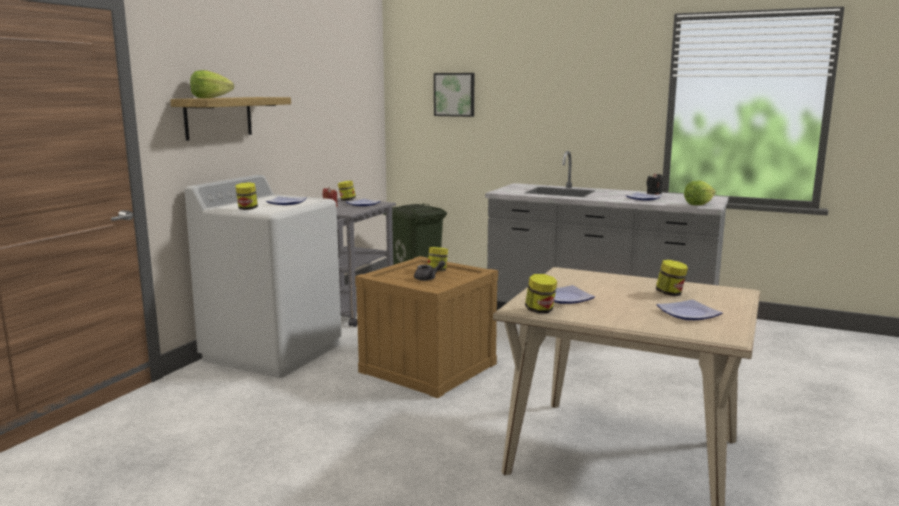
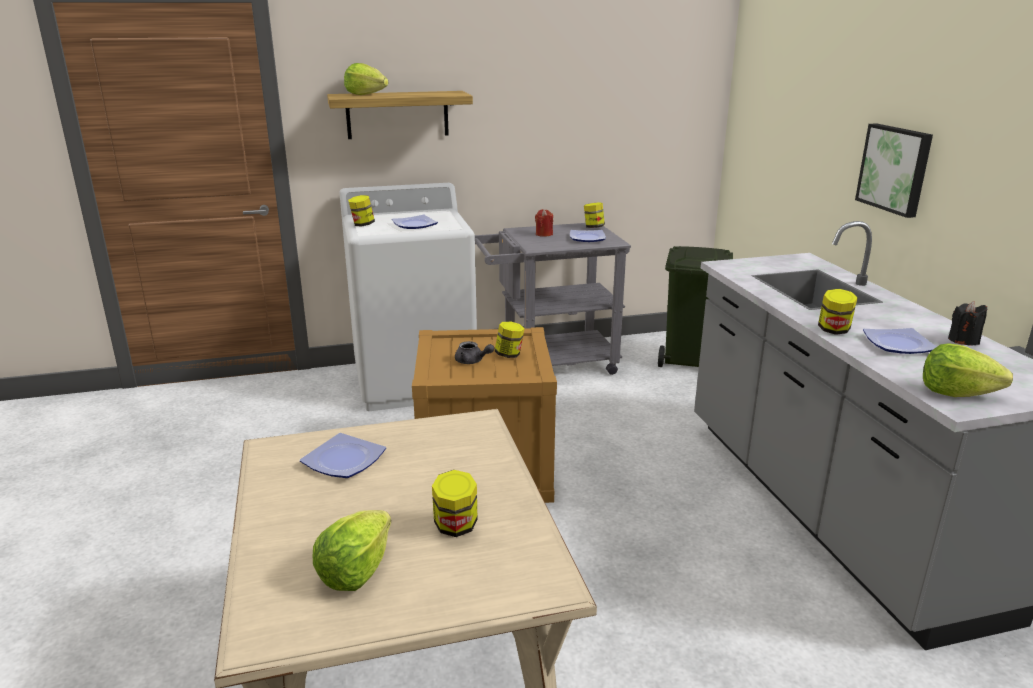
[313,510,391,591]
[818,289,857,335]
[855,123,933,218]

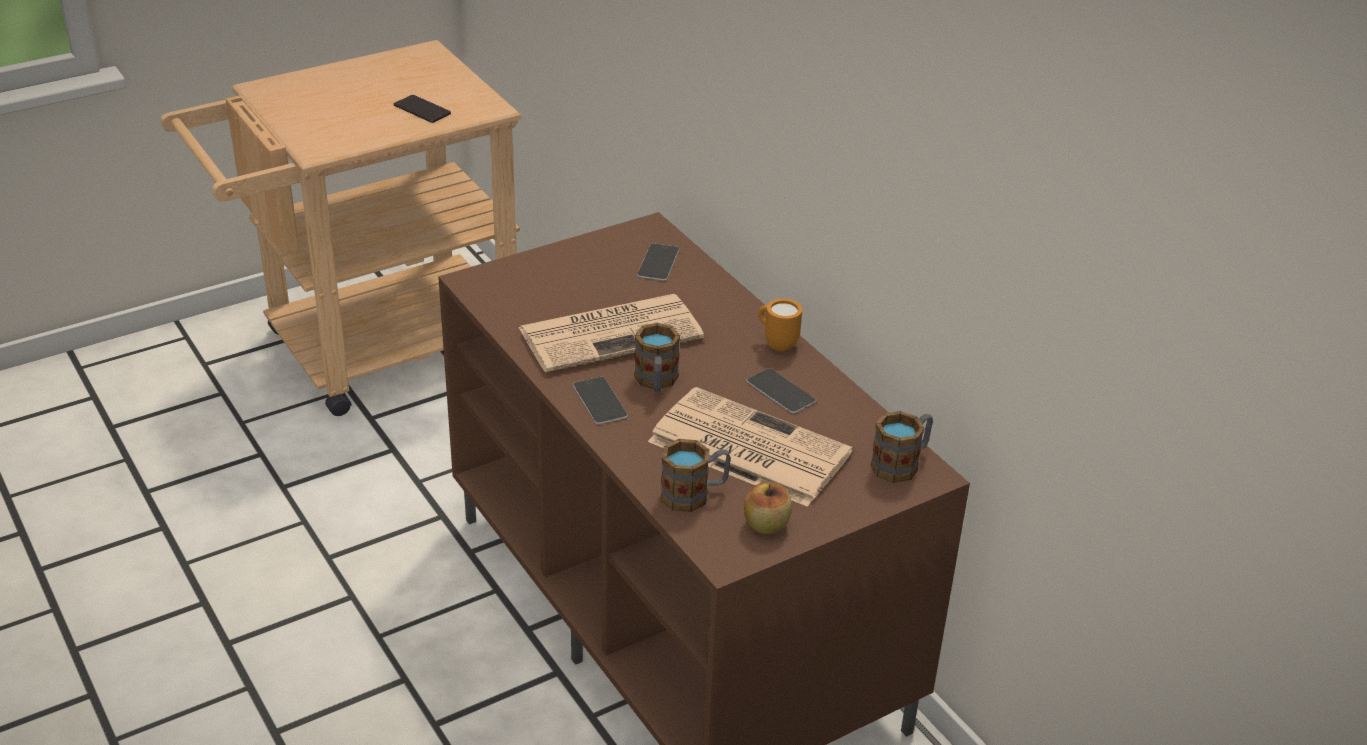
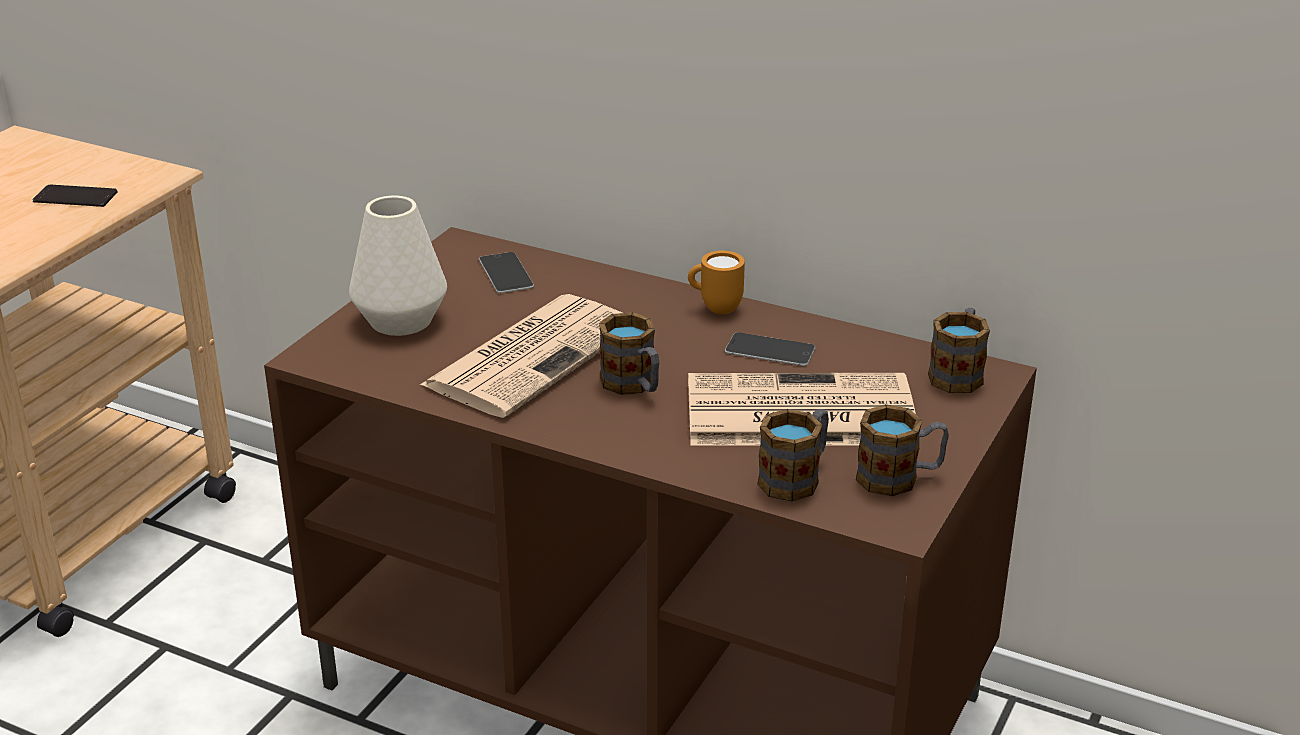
[349,195,447,336]
[856,404,949,496]
[573,377,628,424] (first image)

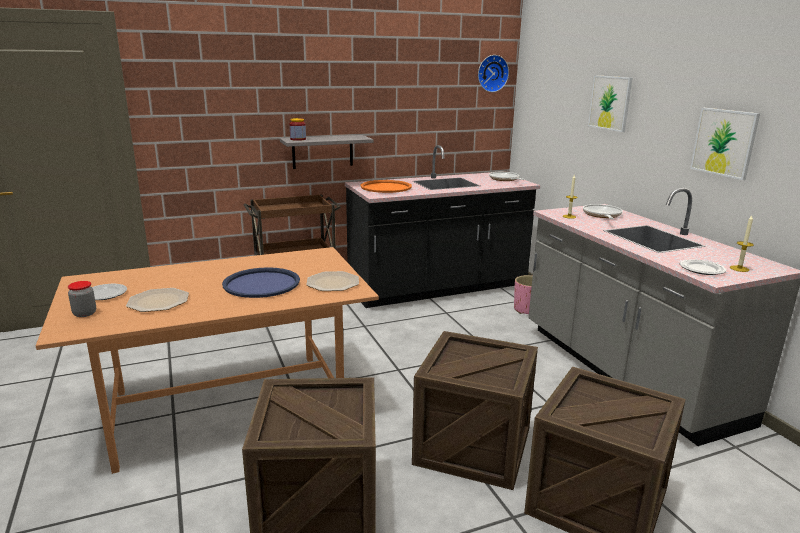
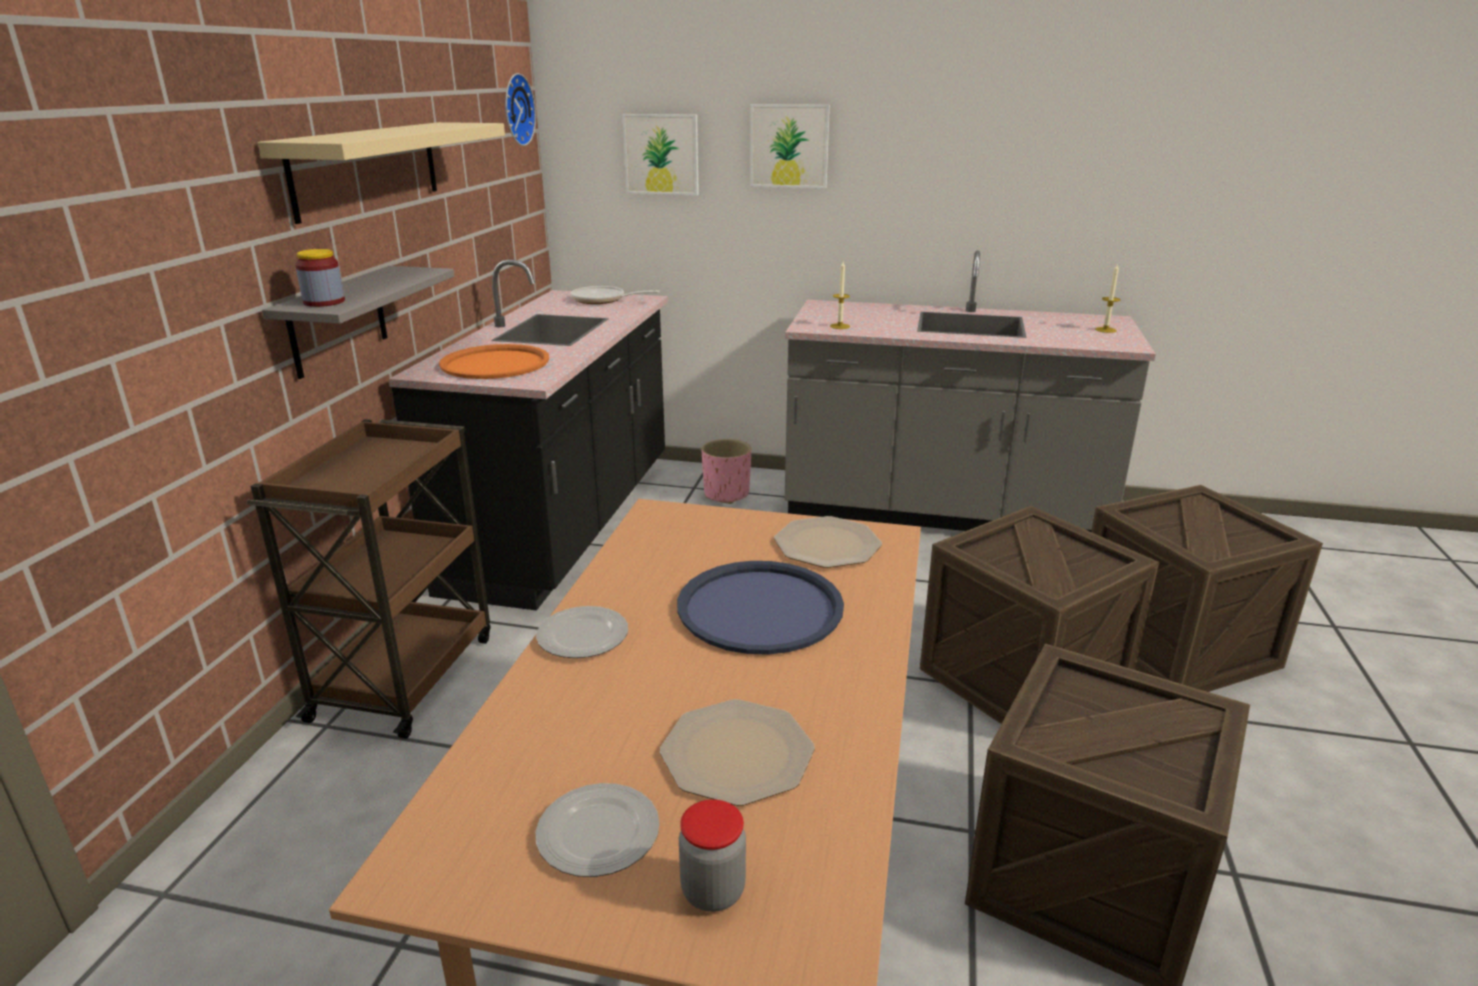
[258,122,505,224]
[536,606,628,658]
[622,114,699,195]
[583,204,623,219] (first image)

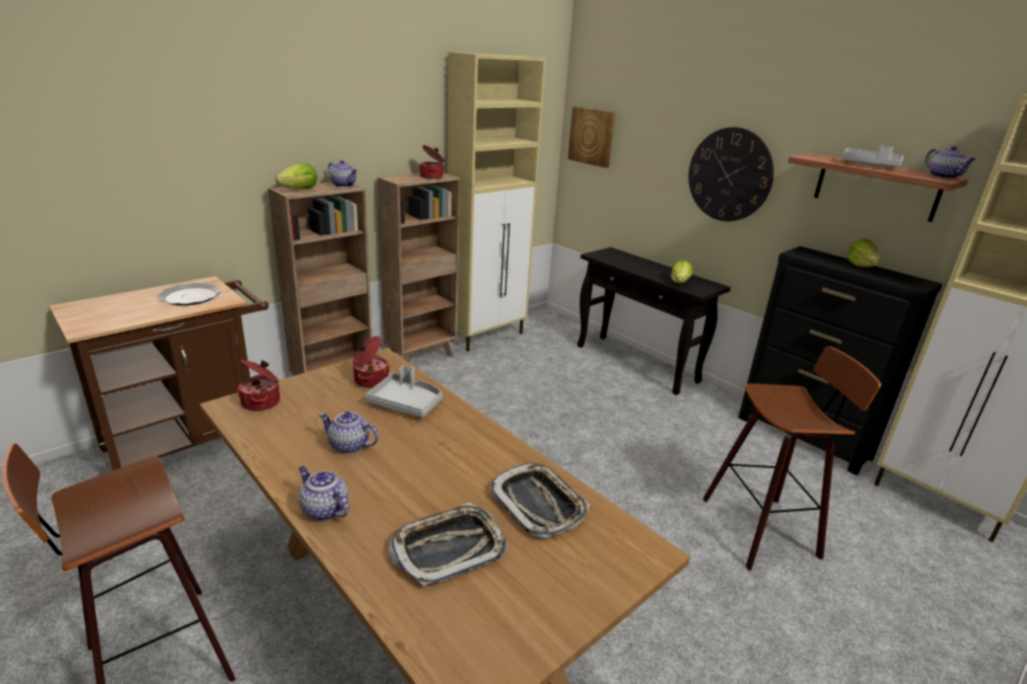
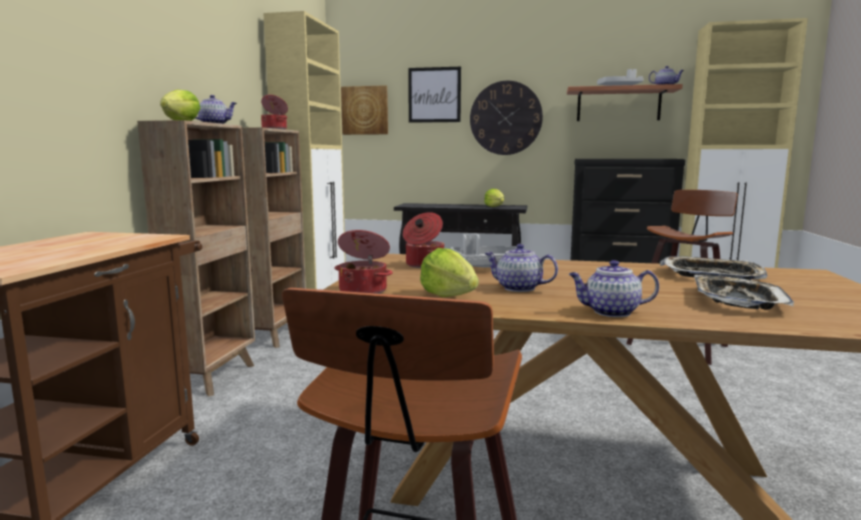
[408,67,461,123]
[420,248,479,297]
[484,244,558,292]
[157,283,221,306] (first image)

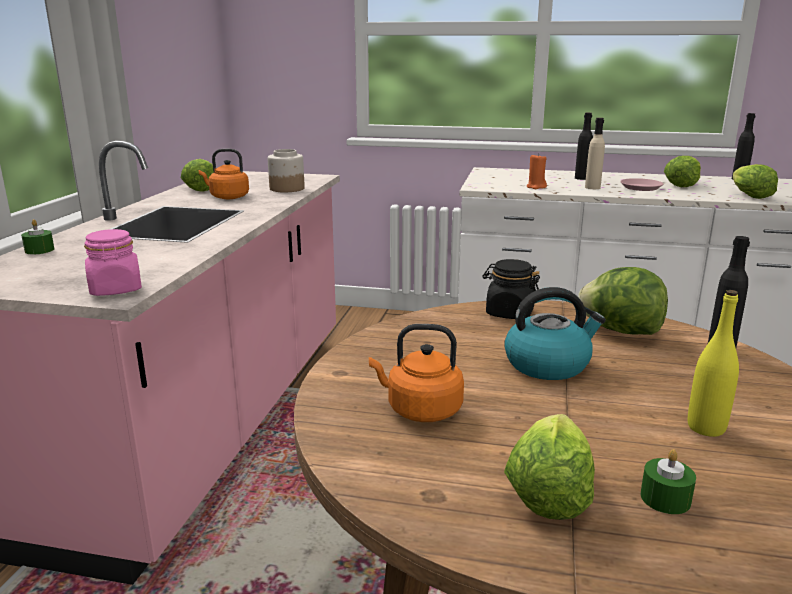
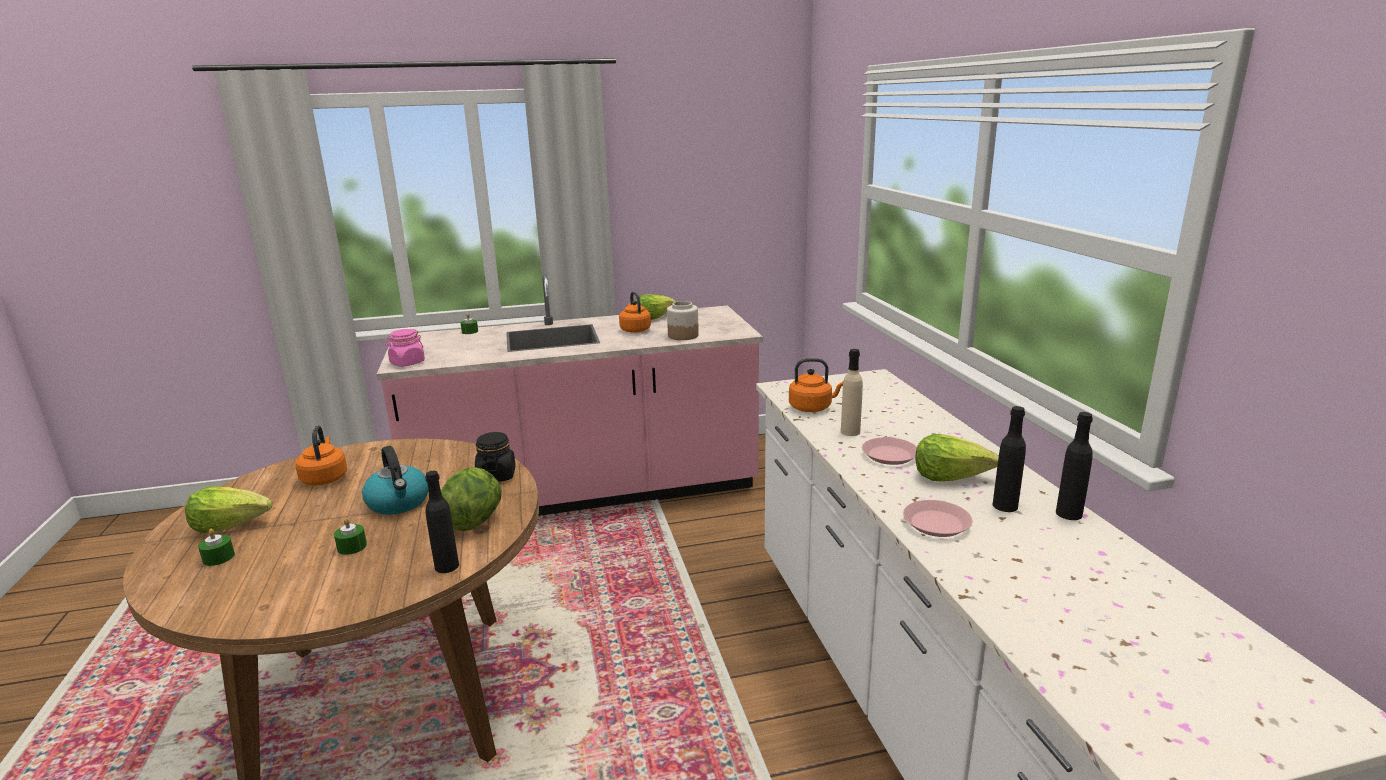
[334,518,367,555]
[789,358,843,412]
[903,500,972,537]
[993,406,1026,512]
[688,290,739,437] (first image)

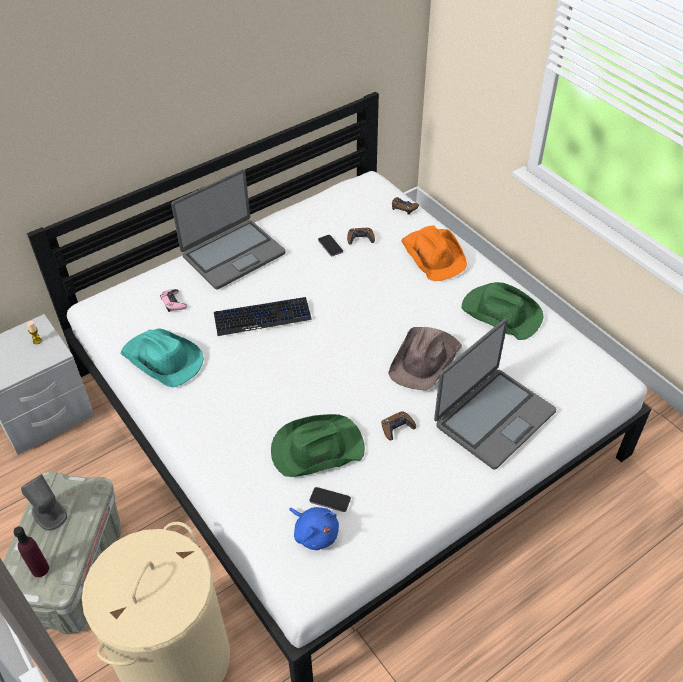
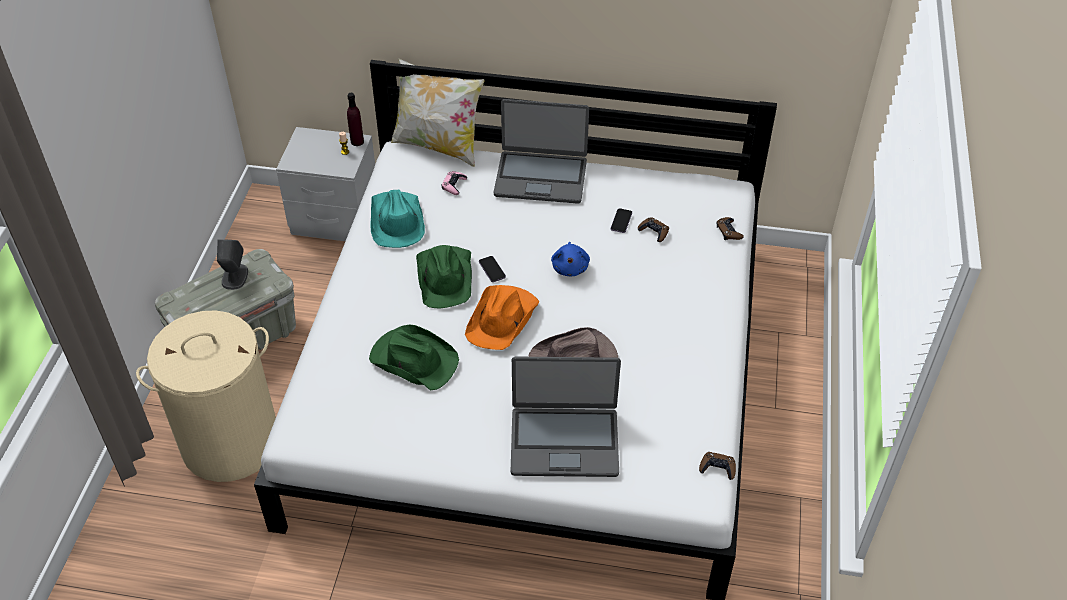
[347,93,364,146]
[391,58,485,167]
[416,245,472,308]
[465,285,539,350]
[479,256,506,282]
[551,242,590,276]
[699,452,736,480]
[214,297,312,336] (first image)

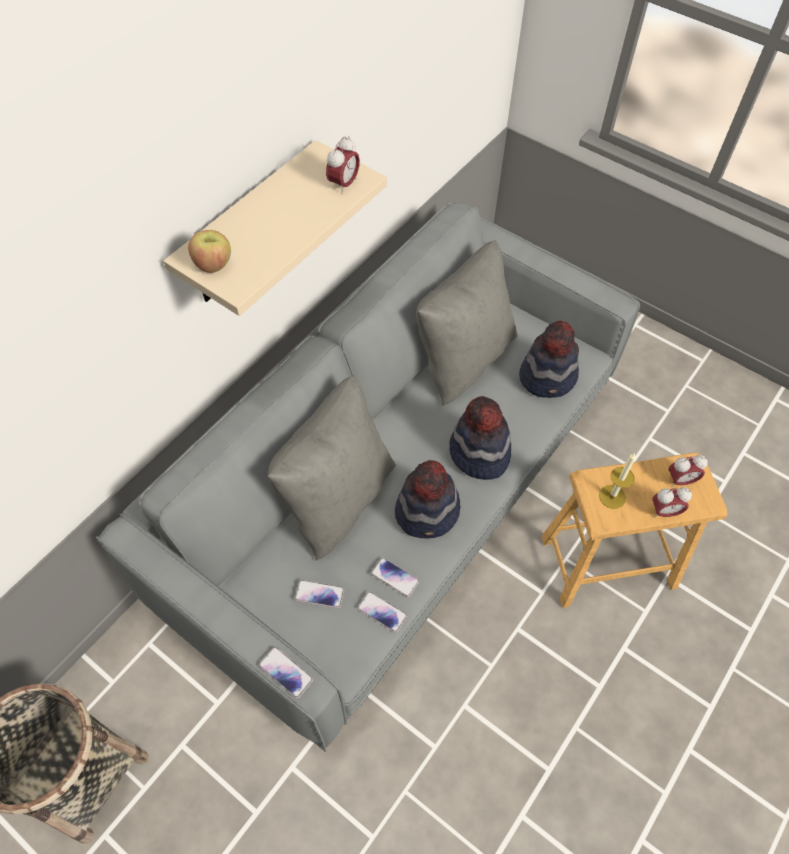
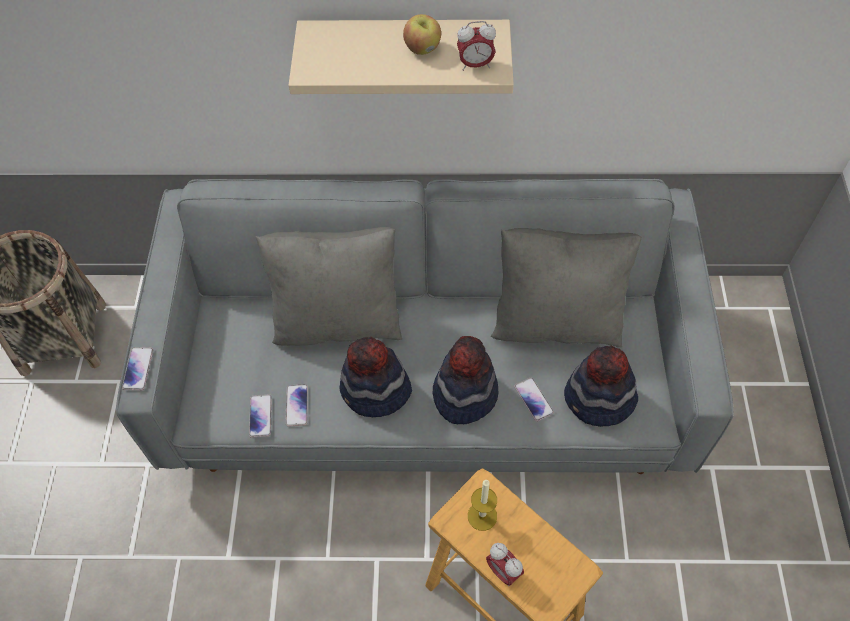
[403,14,441,55]
[514,378,554,422]
[669,455,708,487] (first image)

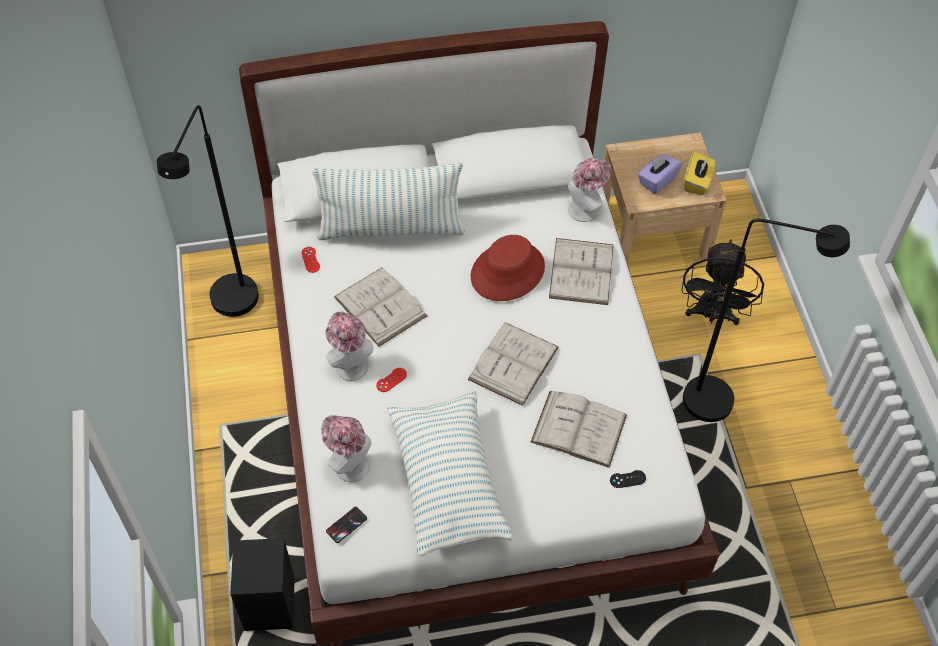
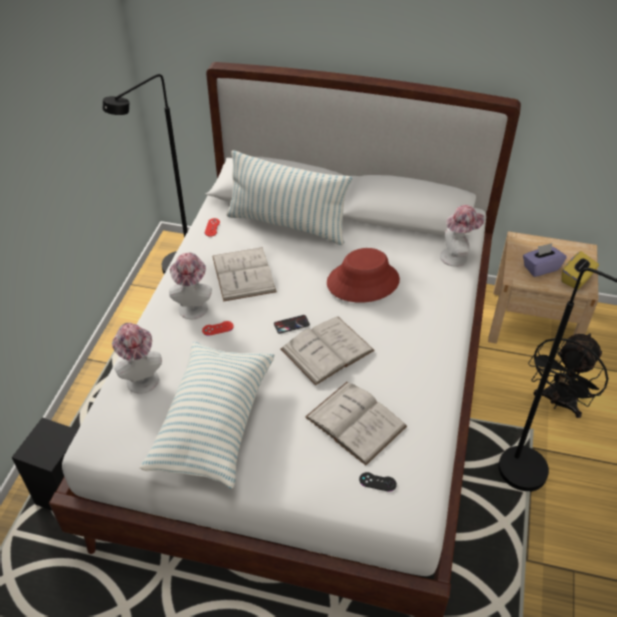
[274,315,310,334]
[549,238,614,305] (first image)

